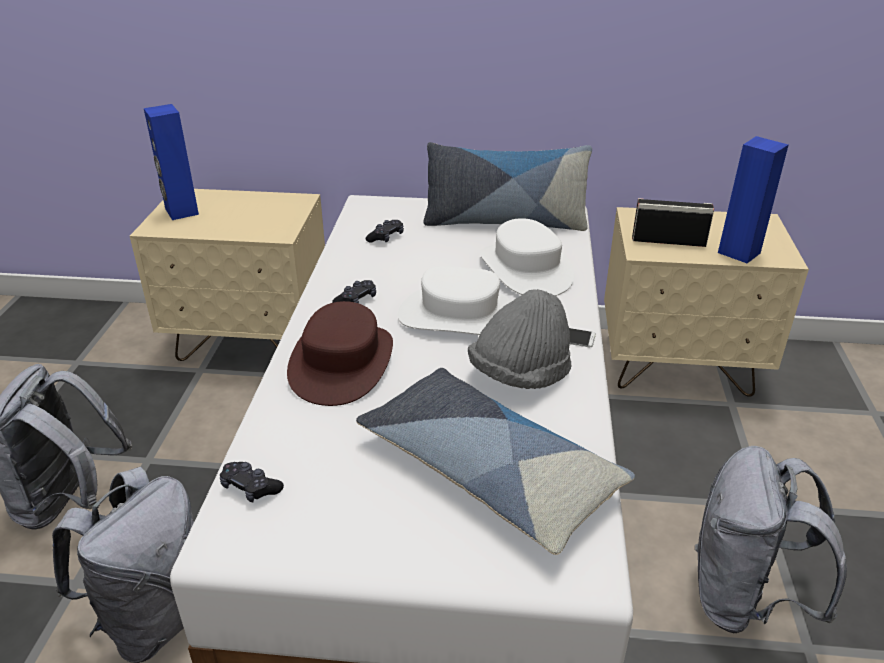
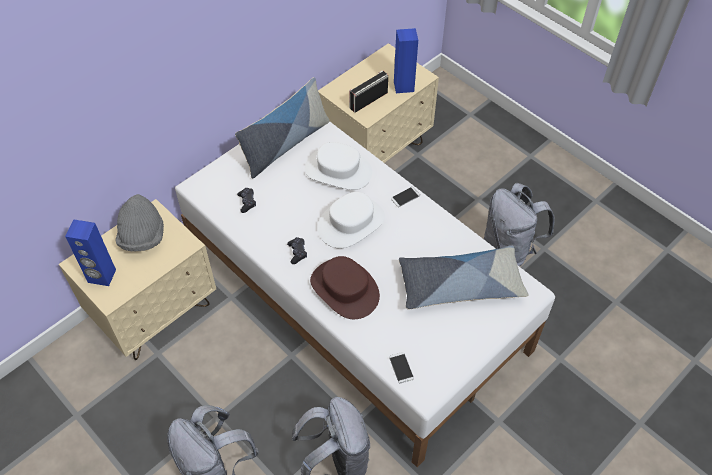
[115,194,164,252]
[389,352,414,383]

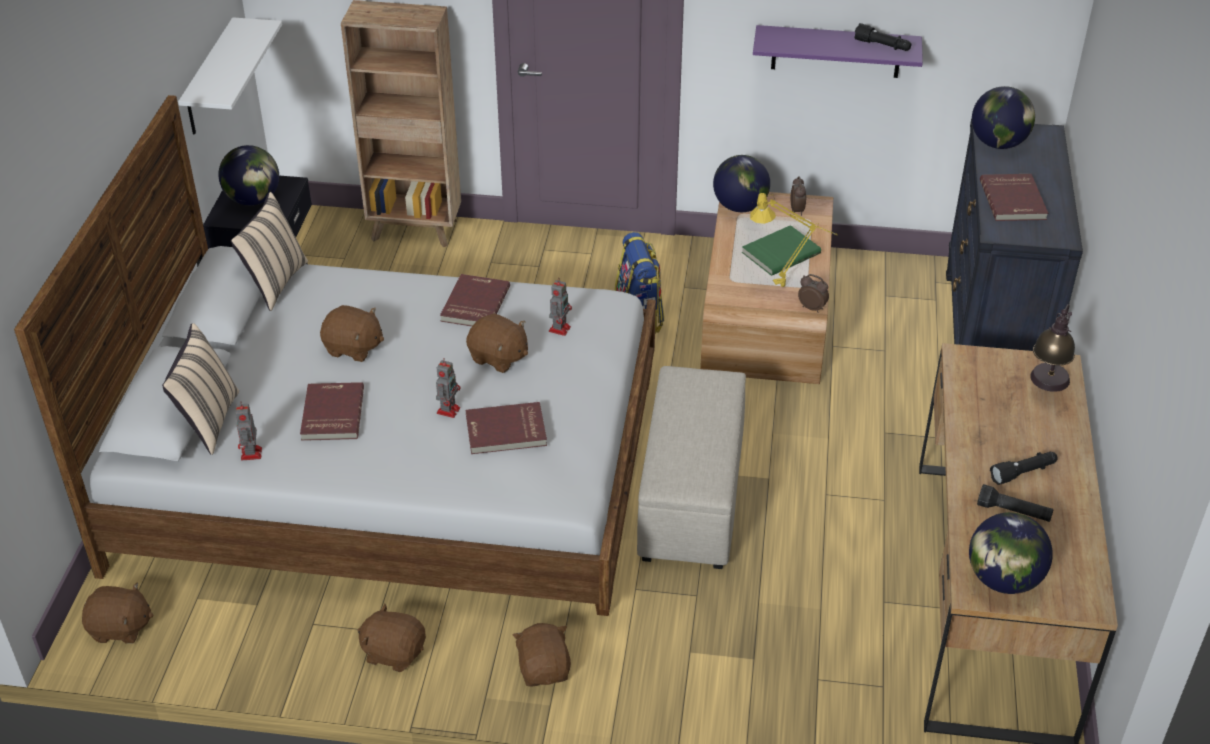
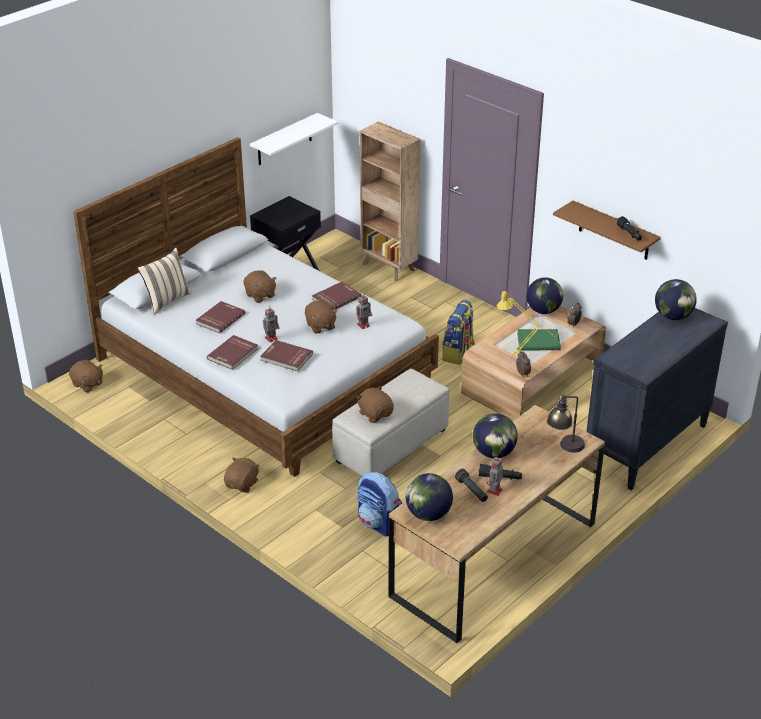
[207,335,258,370]
[357,386,394,423]
[357,472,402,536]
[473,413,518,458]
[487,457,503,496]
[553,201,661,260]
[231,192,308,311] (first image)

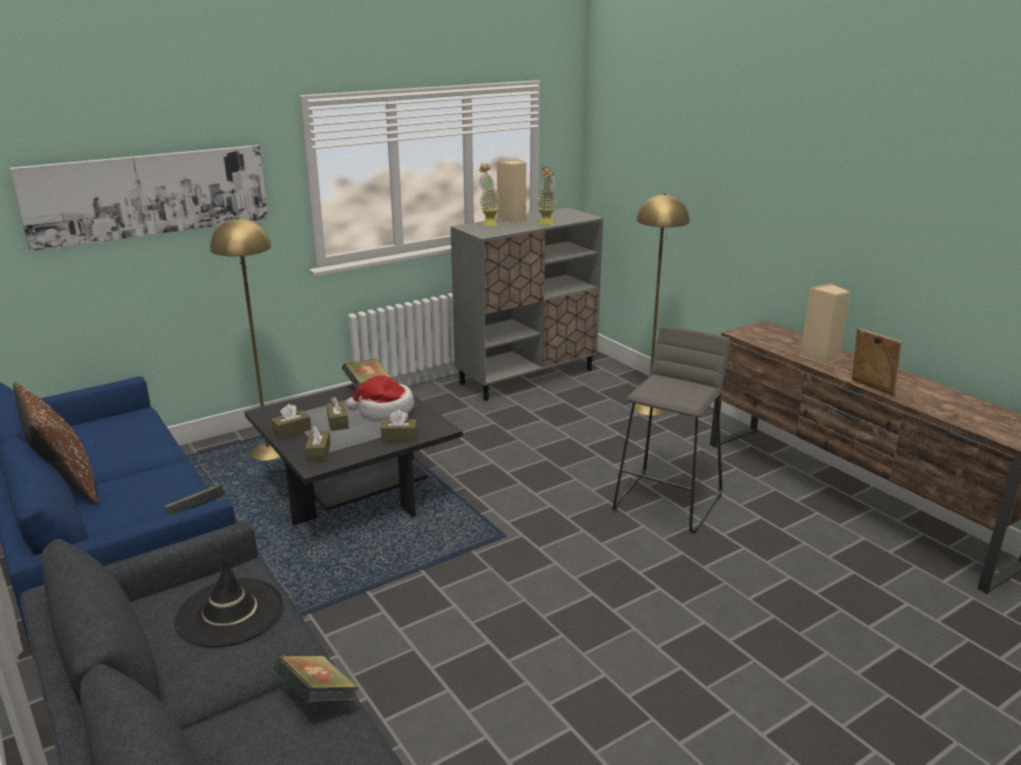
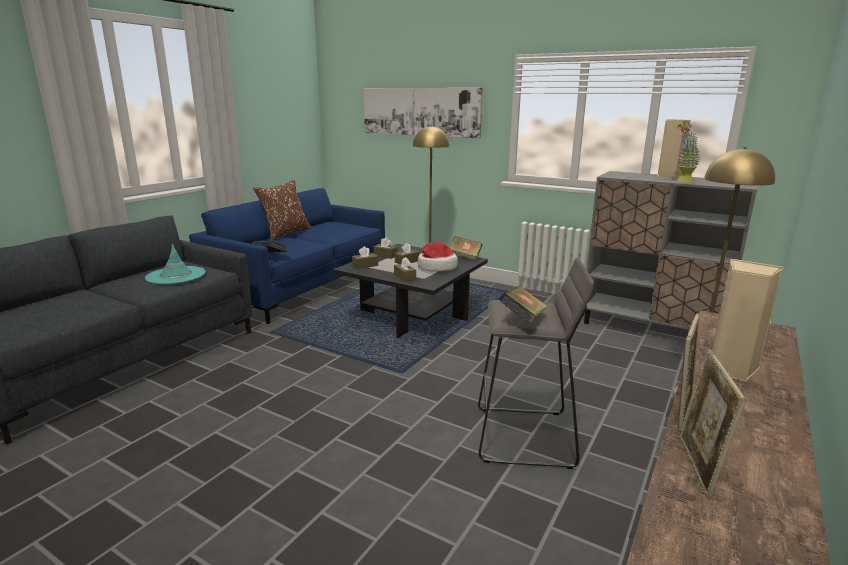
[145,244,205,284]
[499,286,547,323]
[680,350,746,498]
[479,163,500,226] (first image)

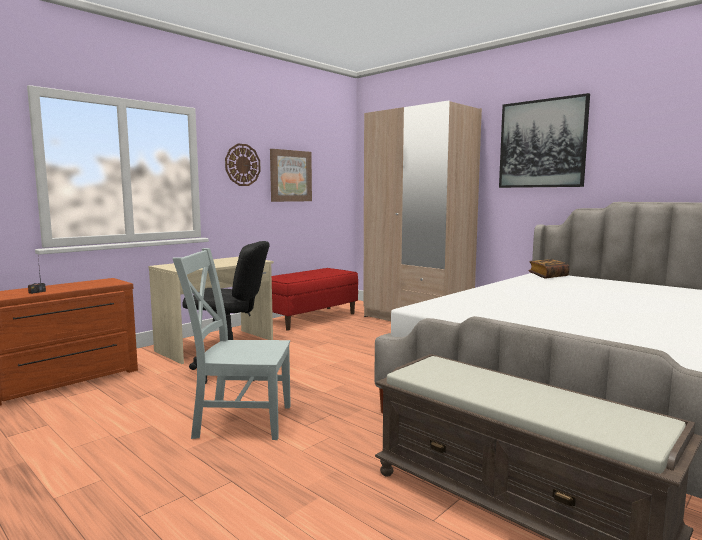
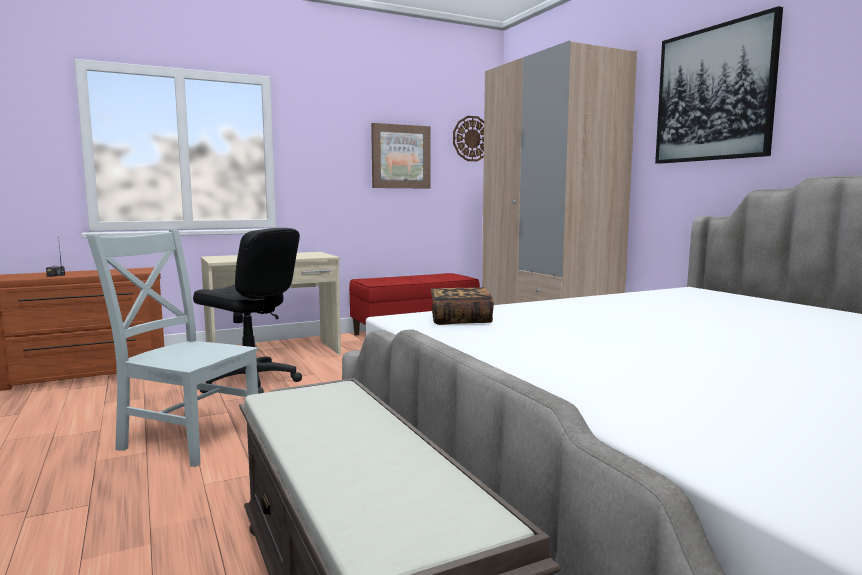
[431,287,494,325]
[453,116,484,161]

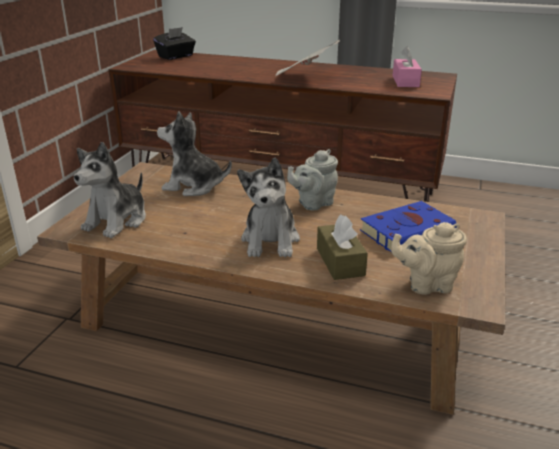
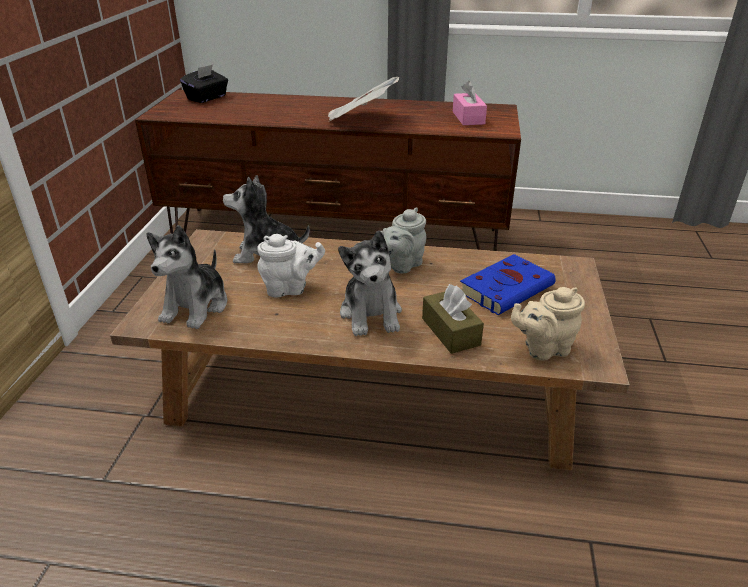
[257,234,325,298]

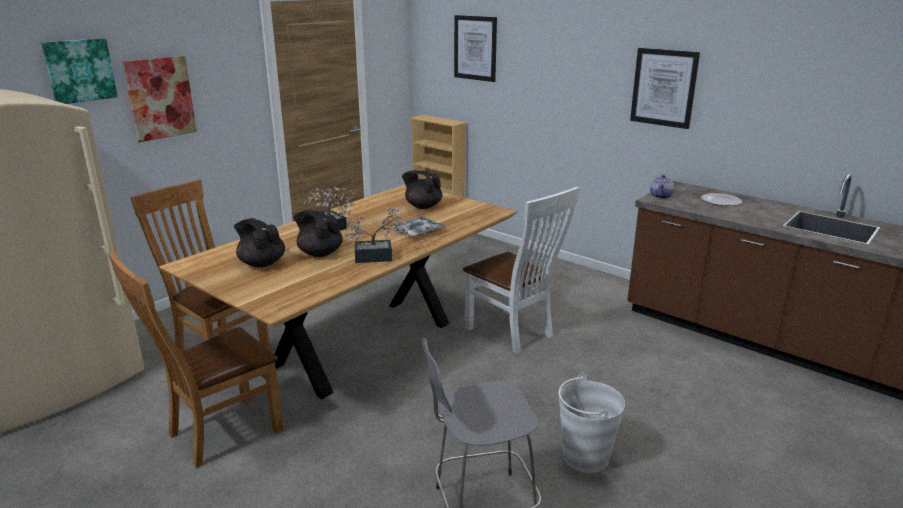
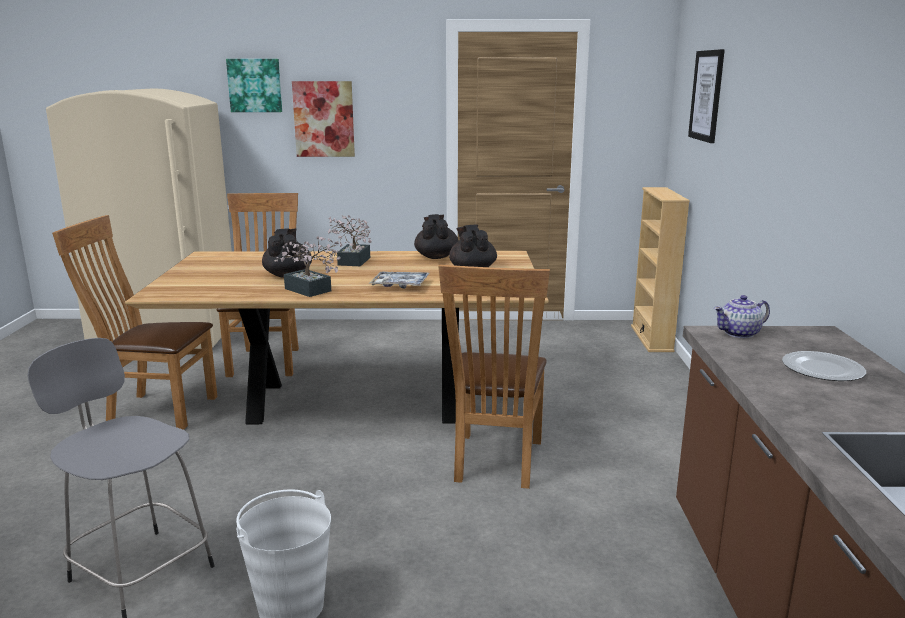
[414,214,459,259]
[438,264,550,489]
[630,48,700,129] (first image)

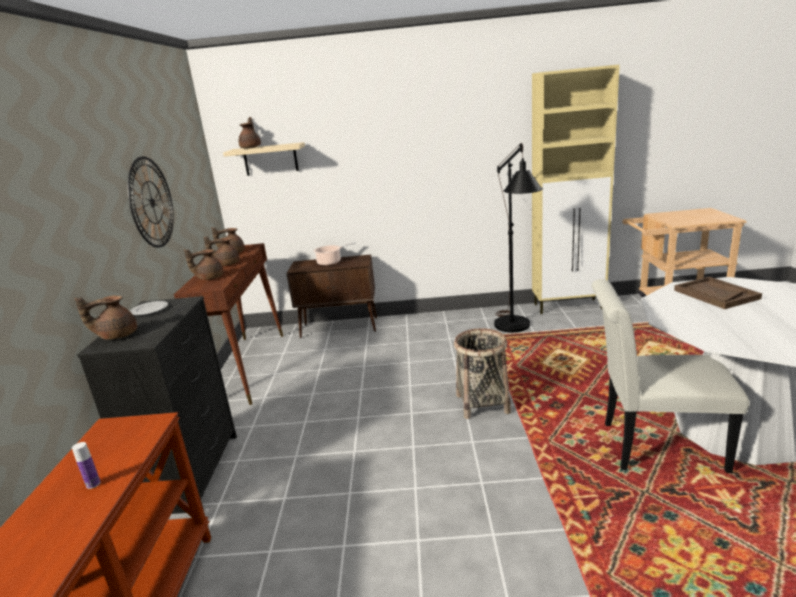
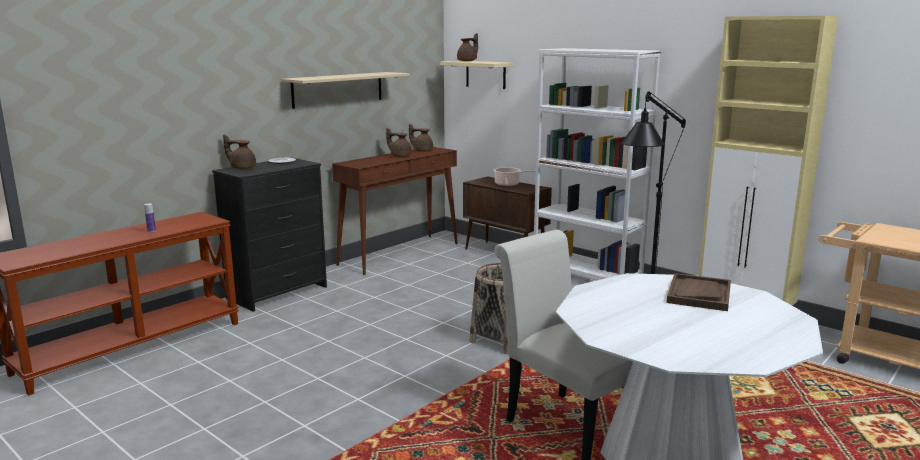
[281,72,410,109]
[534,48,661,281]
[184,249,224,280] (first image)

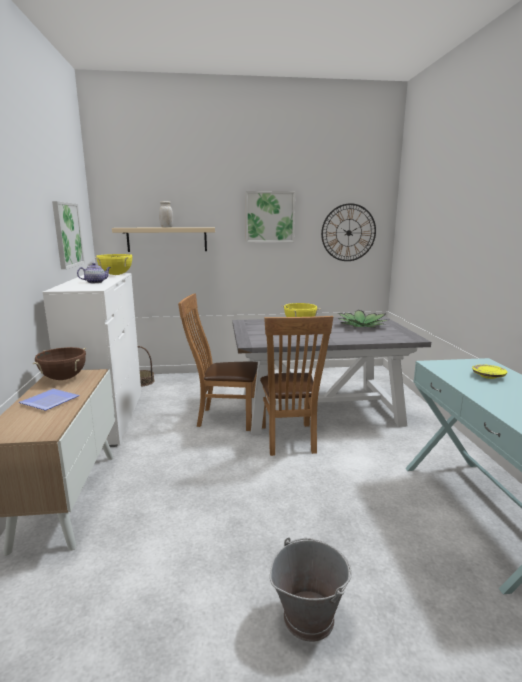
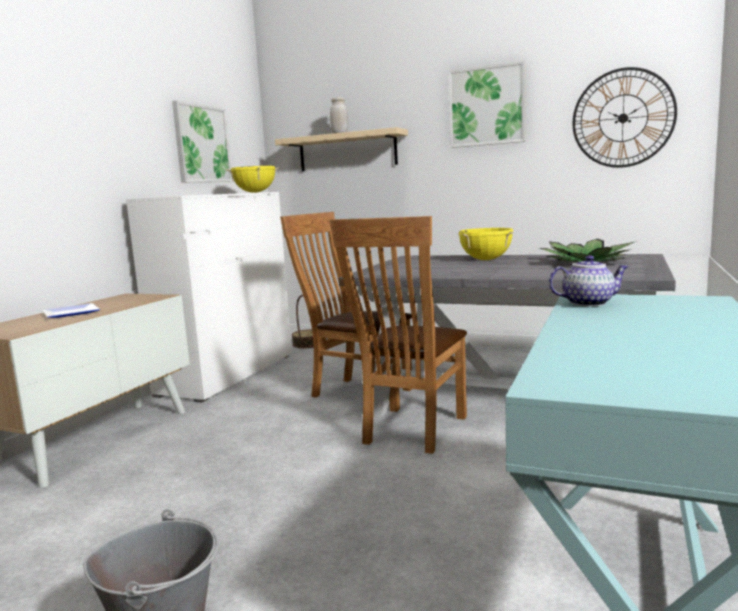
[548,255,629,307]
[32,347,86,380] (first image)
[472,364,508,379] (first image)

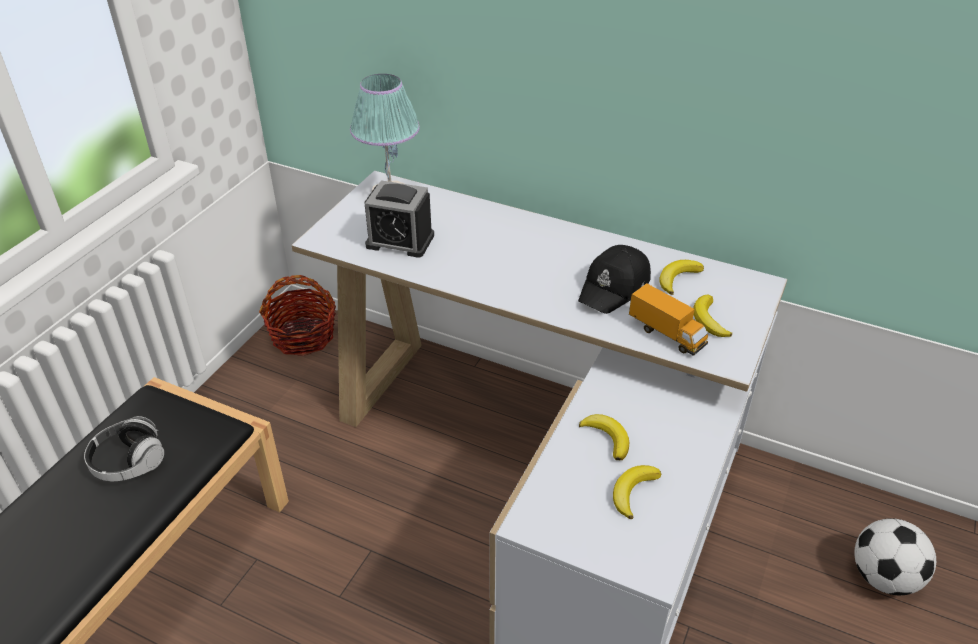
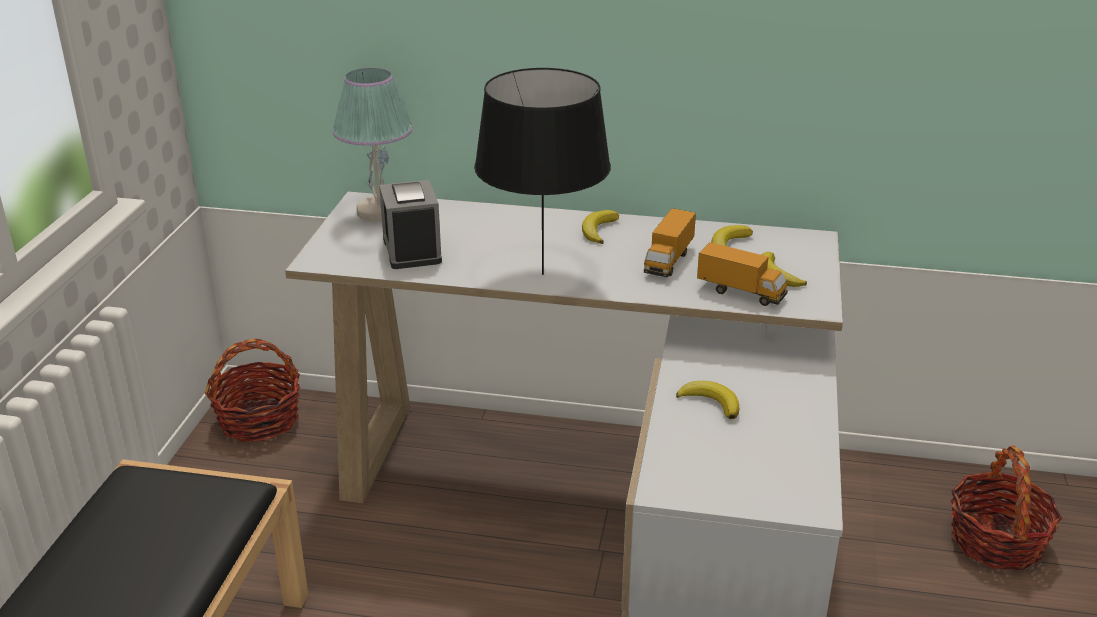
[379,180,442,269]
[474,68,611,275]
[582,210,619,244]
[644,208,696,277]
[950,446,1062,570]
[84,416,164,481] (first image)

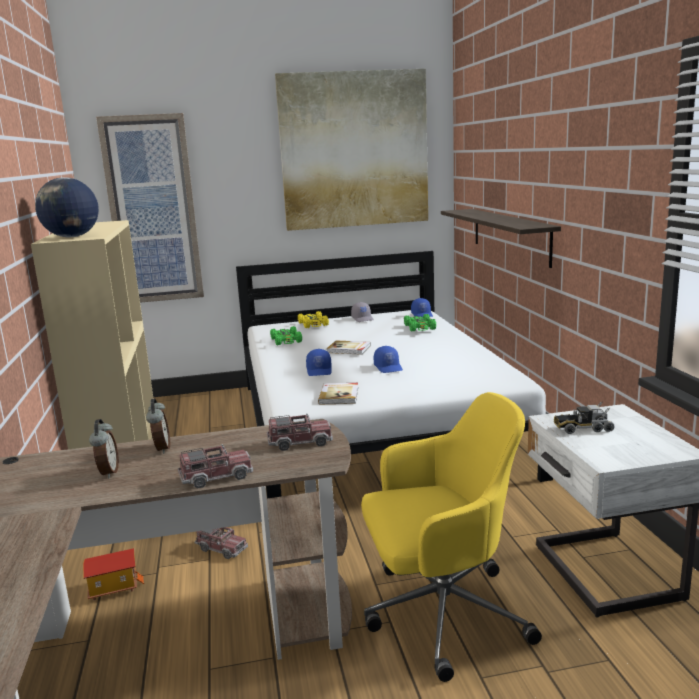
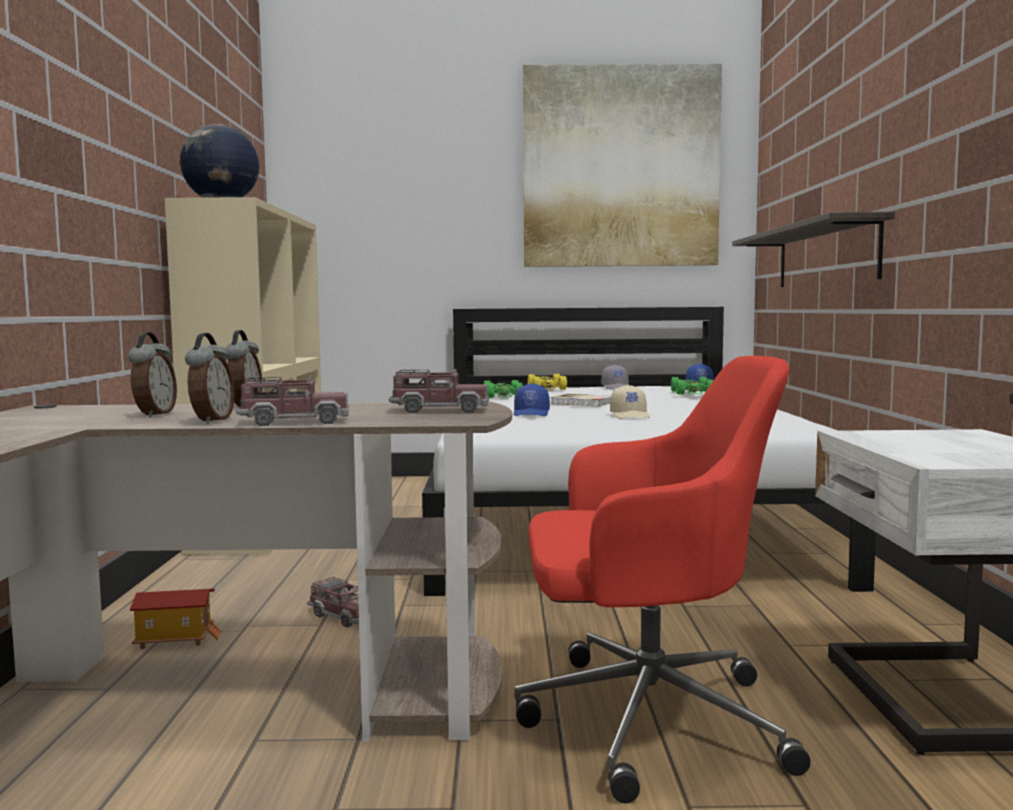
[185,333,234,424]
[514,356,811,803]
[610,385,650,419]
[96,113,204,303] (first image)
[318,383,358,405] (first image)
[554,402,615,434] (first image)

